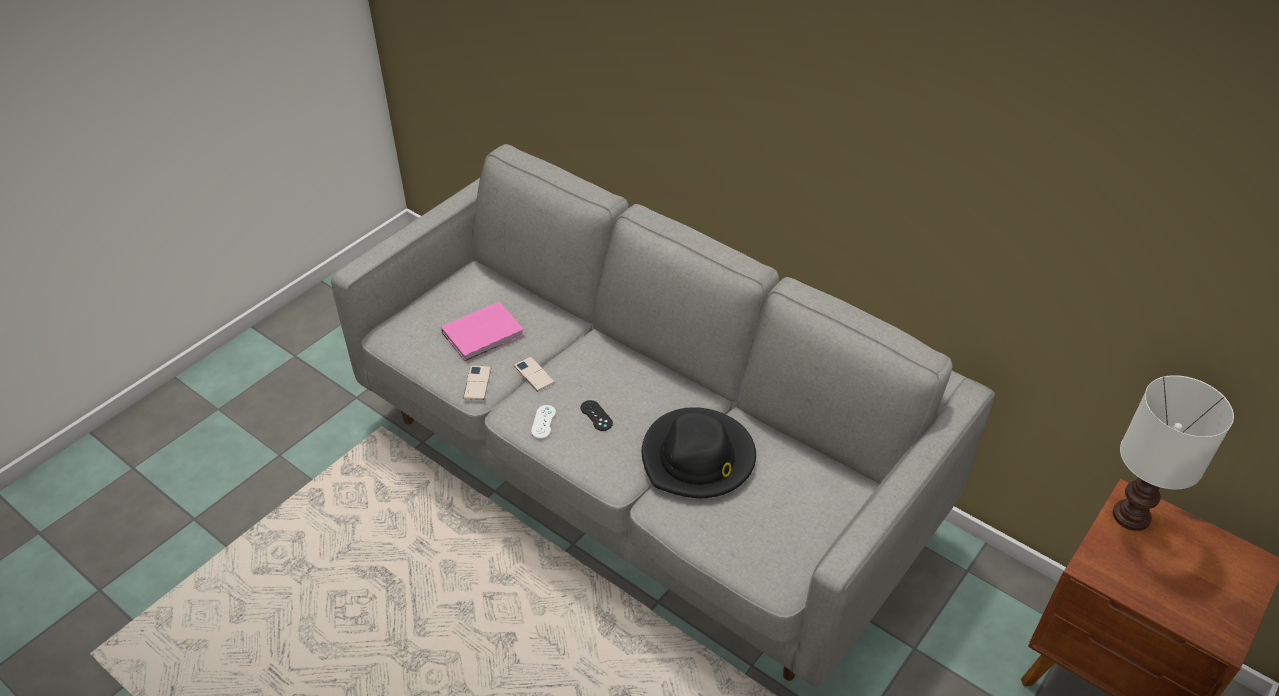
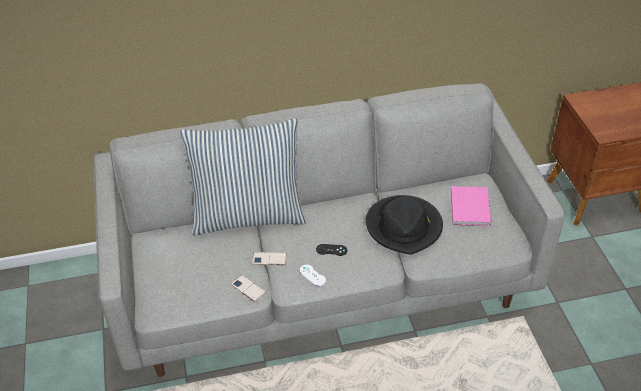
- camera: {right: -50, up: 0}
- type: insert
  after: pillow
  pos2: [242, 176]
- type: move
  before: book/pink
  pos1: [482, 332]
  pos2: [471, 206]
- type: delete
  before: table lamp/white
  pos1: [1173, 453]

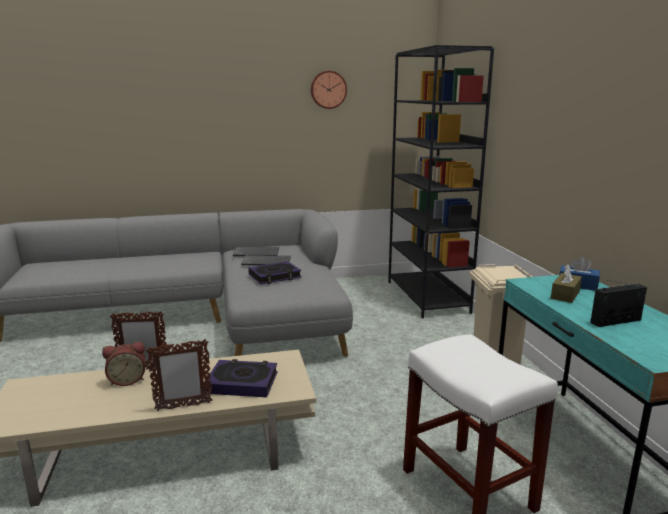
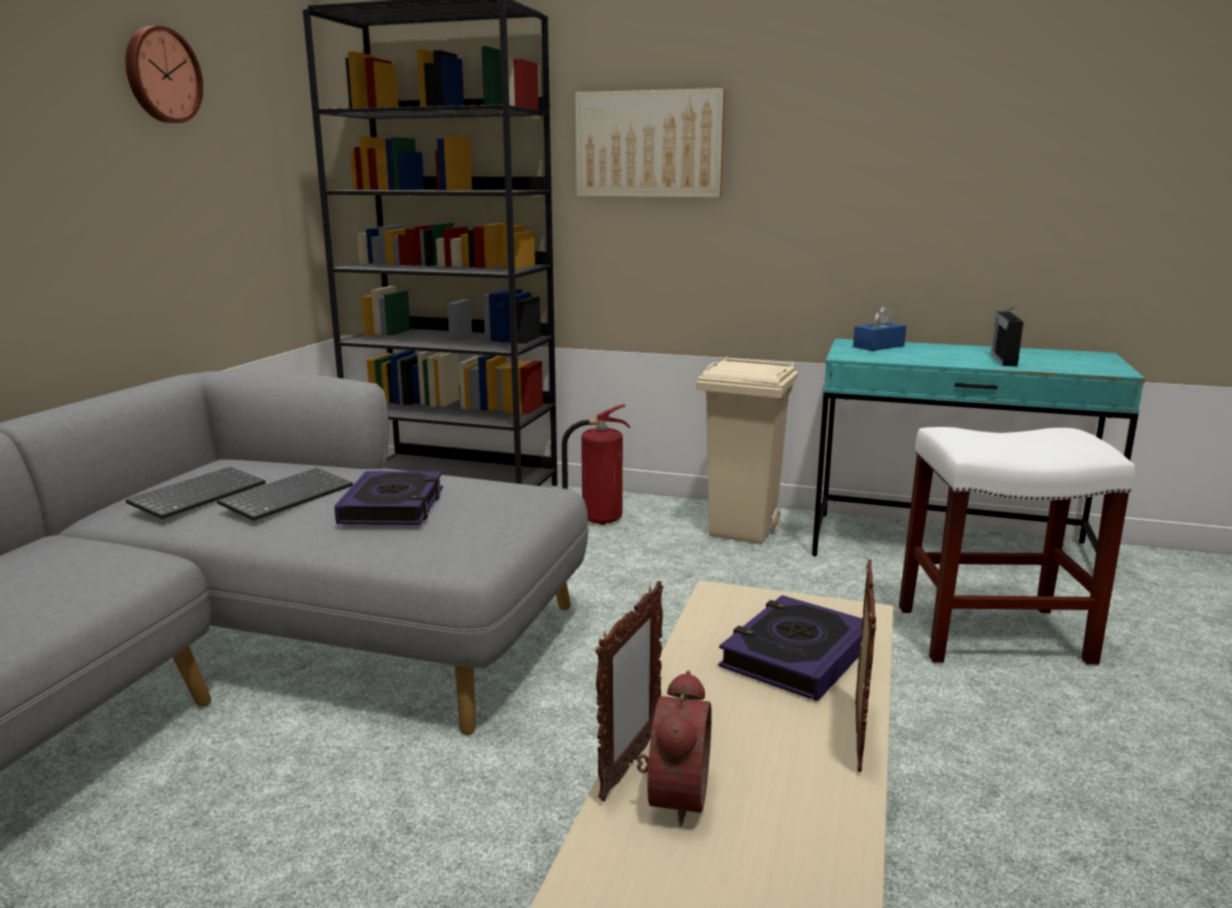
- camera: {right: -60, up: 0}
- type: insert
  after: fire extinguisher
  pos2: [596, 464]
- type: insert
  after: picture
  pos2: [650, 143]
- type: delete
  before: tissue box/brown
  pos1: [566, 283]

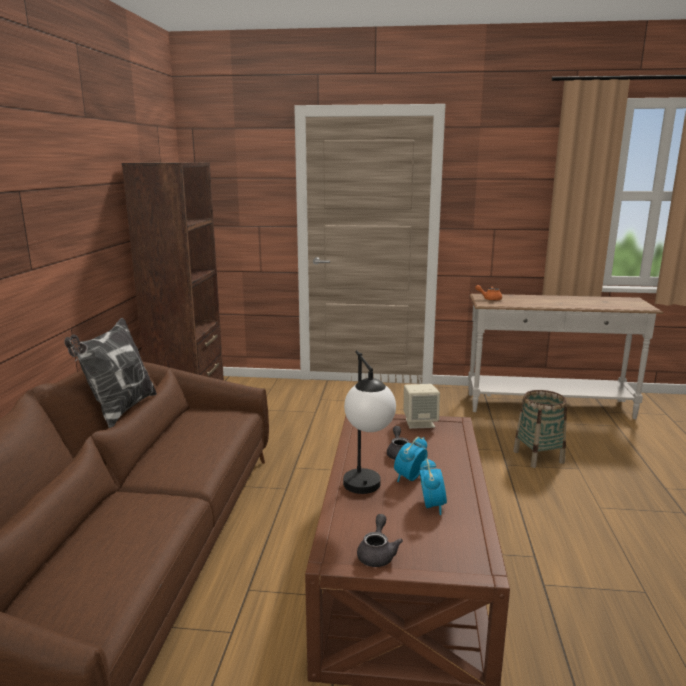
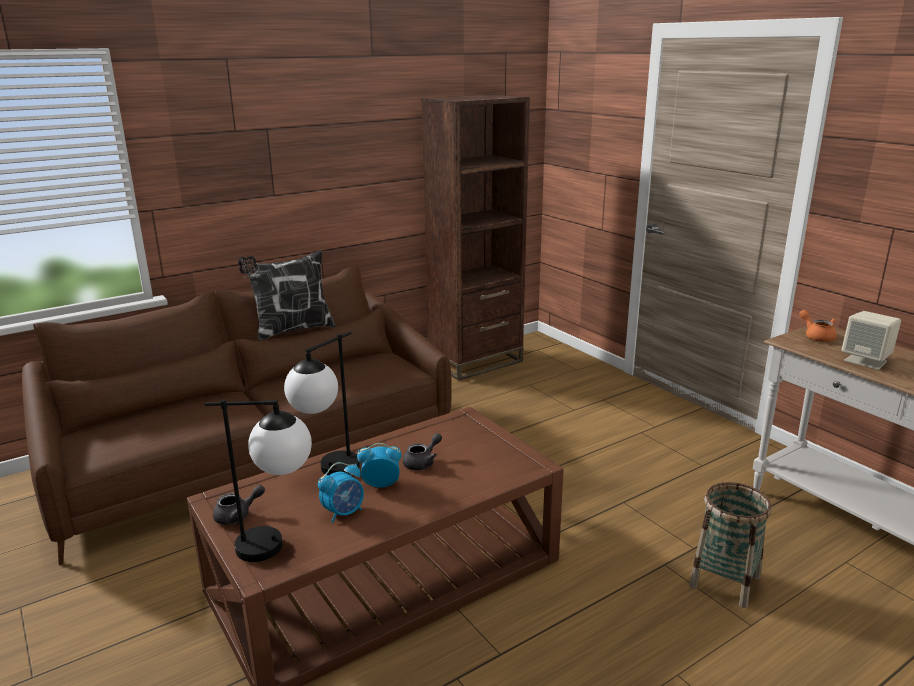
- camera: {right: 50, up: 5}
- type: insert
  after: table lamp
  pos2: [258, 480]
- type: move
  before: speaker/beige
  pos1: [422, 406]
  pos2: [871, 340]

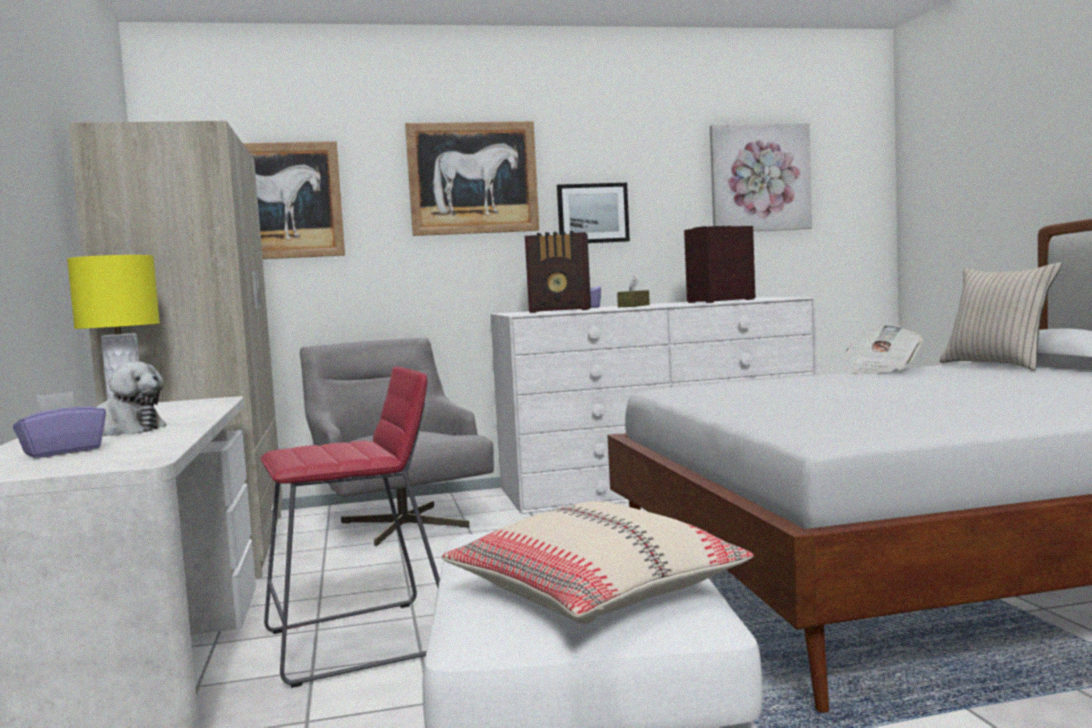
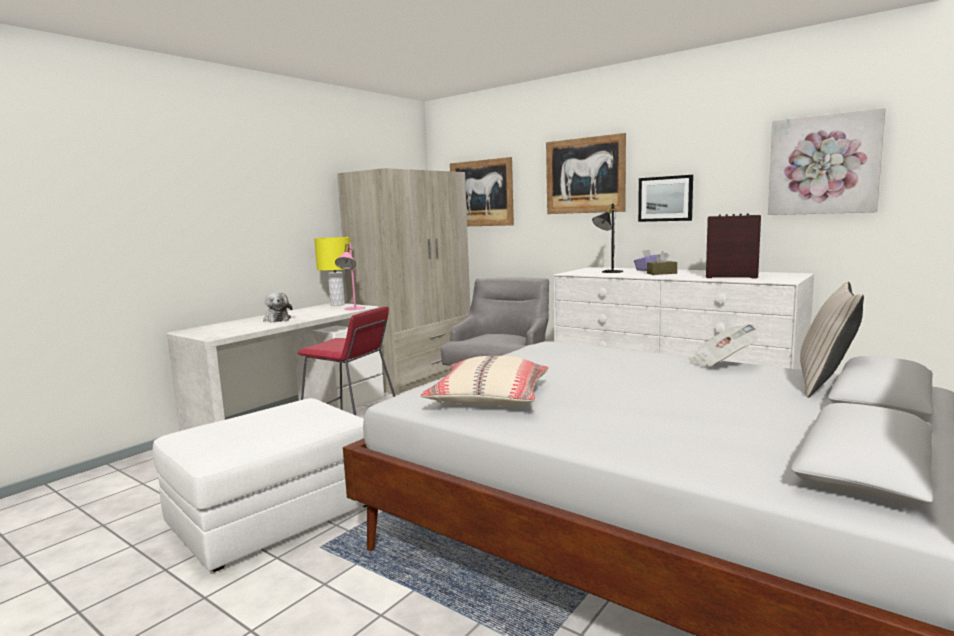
- camera: {right: 50, up: 5}
- type: insert
  after: table lamp/pink
  pos2: [350, 276]
- type: move
  before: pillow/beige
  pos1: [597, 562]
  pos2: [484, 381]
- type: replace
  before: radio
  after: table lamp/black
  pos1: [558, 272]
  pos2: [607, 238]
- type: delete
  before: tissue box/purple
  pos1: [59, 424]

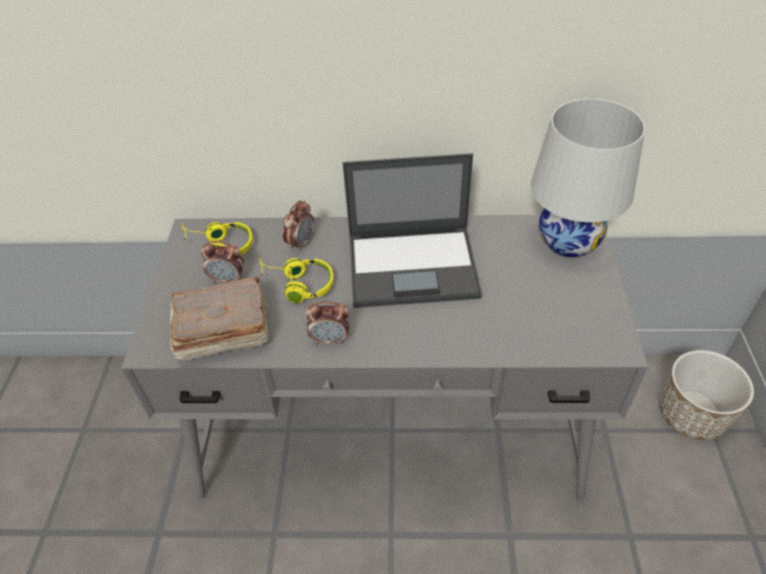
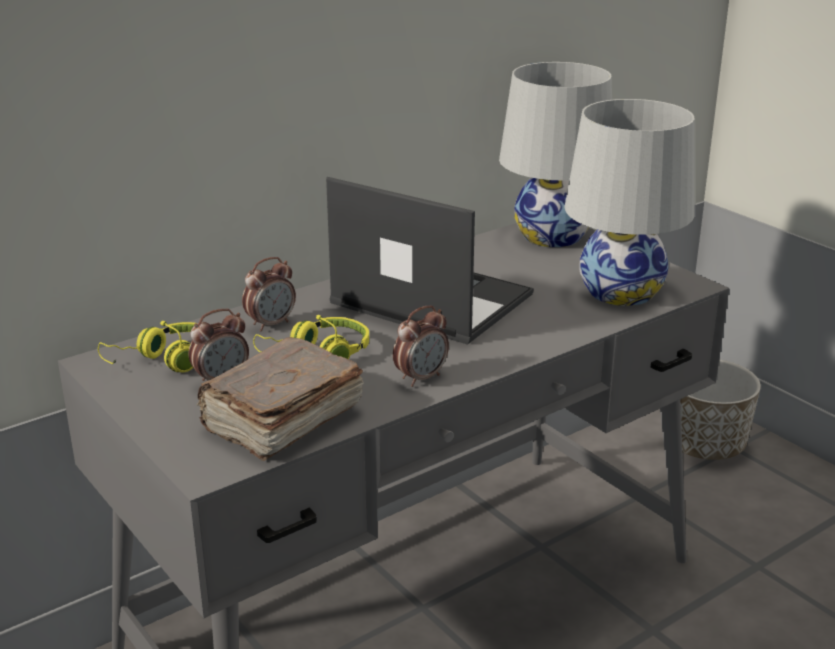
- camera: {right: -40, up: -20}
- type: rotate
  before: alarm clock
  pos1: [298, 226]
  pos2: [269, 294]
  turn: 60
- type: rotate
  before: laptop
  pos1: [412, 230]
  pos2: [430, 261]
  turn: -105
- type: insert
  after: table lamp/white
  pos2: [629, 202]

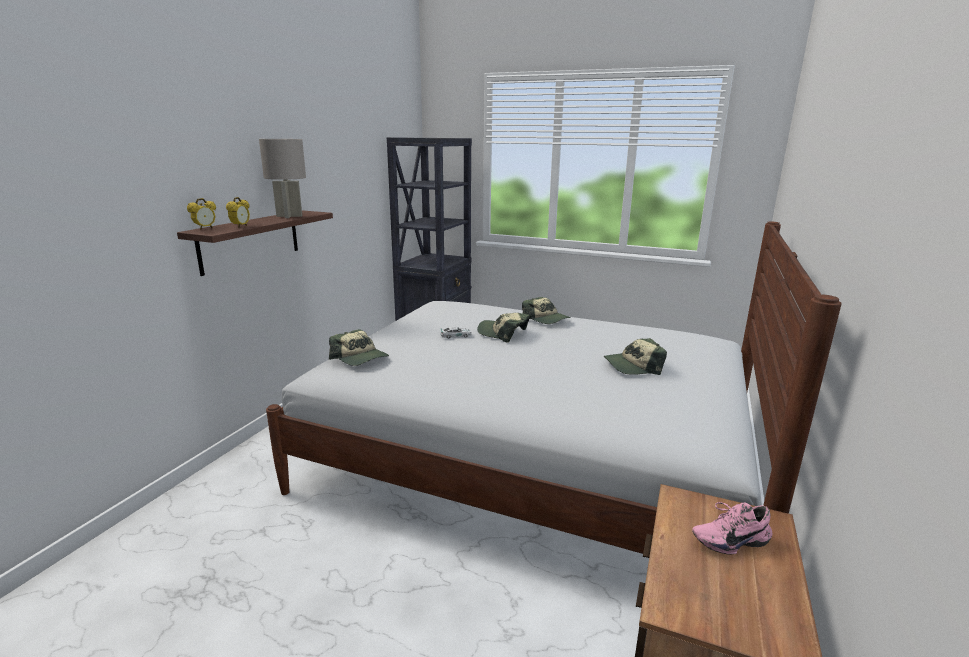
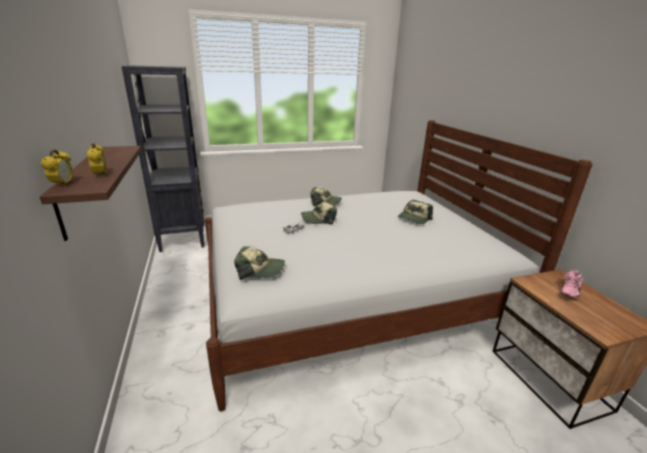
- camera: {right: -40, up: 5}
- type: delete
  before: table lamp/grey
  pos1: [282, 178]

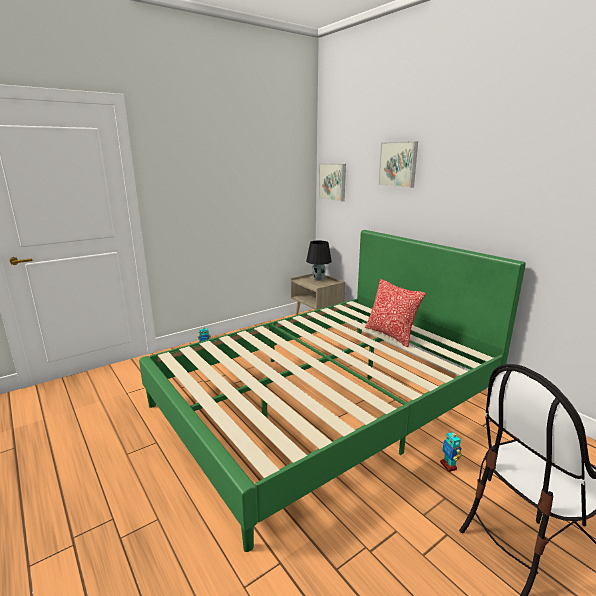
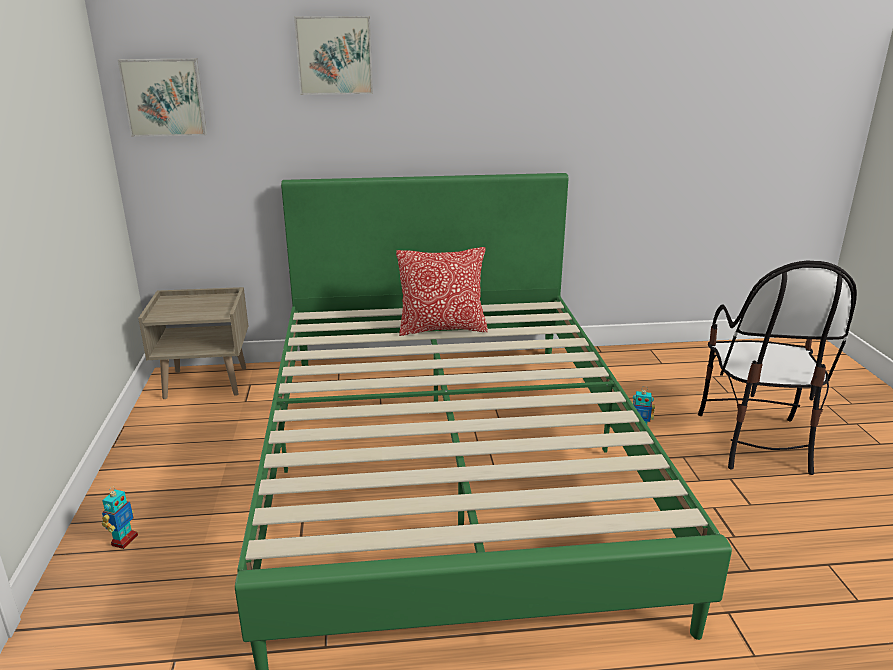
- camera: {right: -60, up: 5}
- type: delete
  before: table lamp/black
  pos1: [319, 261]

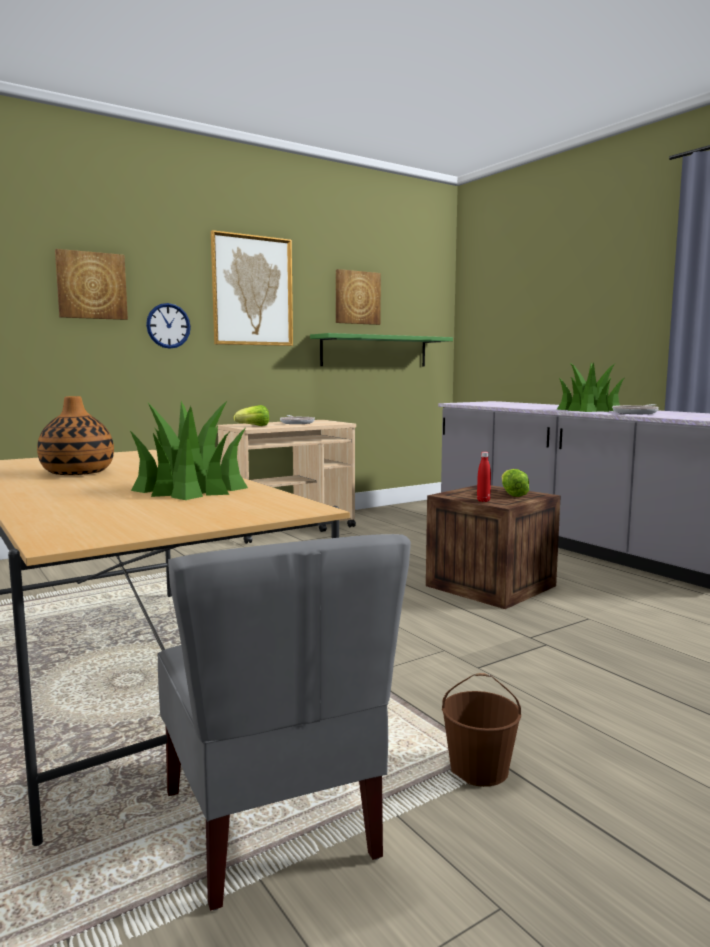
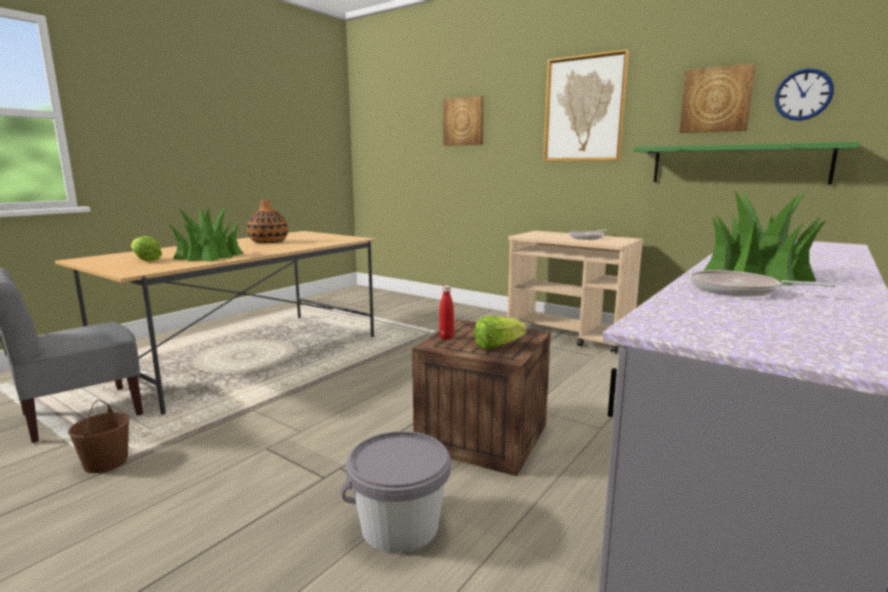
- camera: {right: 70, up: 5}
- type: move
  before: lettuce
  pos1: [251, 415]
  pos2: [146, 248]
- type: insert
  after: bucket/grey
  pos2: [396, 492]
- type: move
  before: wall clock
  pos1: [168, 326]
  pos2: [804, 94]

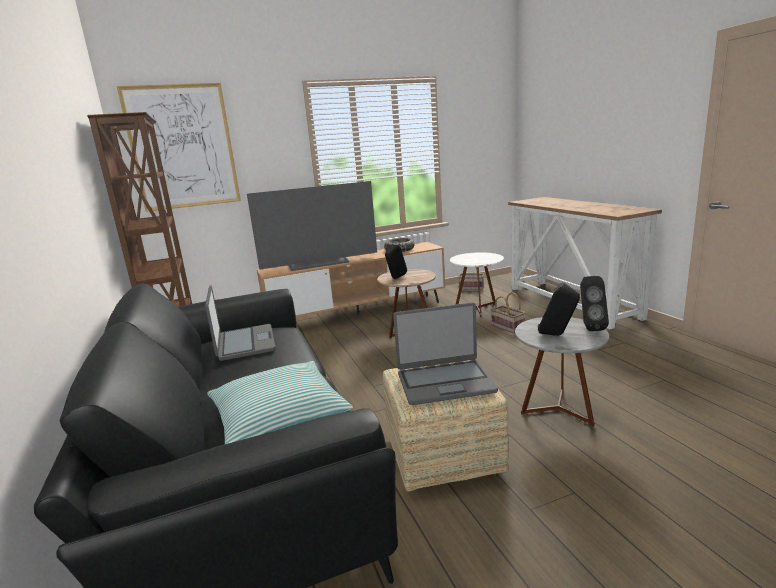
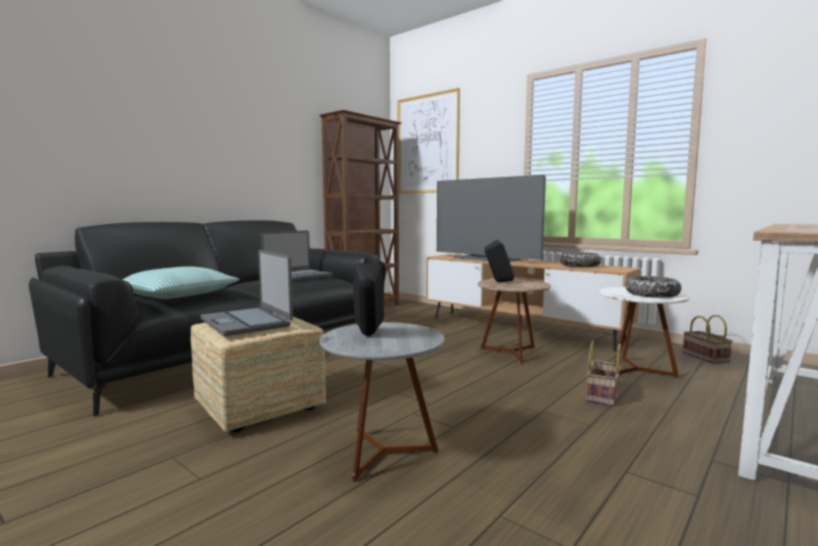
- camera: {right: 60, up: -10}
- type: insert
  after: bowl
  pos2: [653, 287]
- type: delete
  before: speaker/black
  pos1: [594, 303]

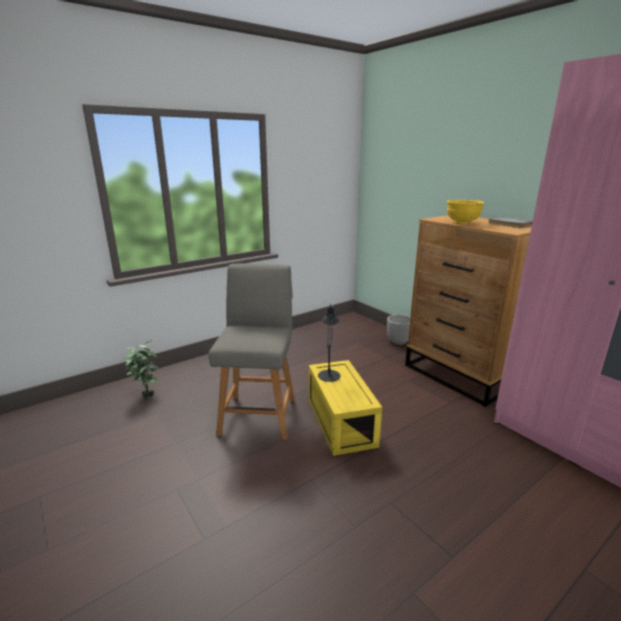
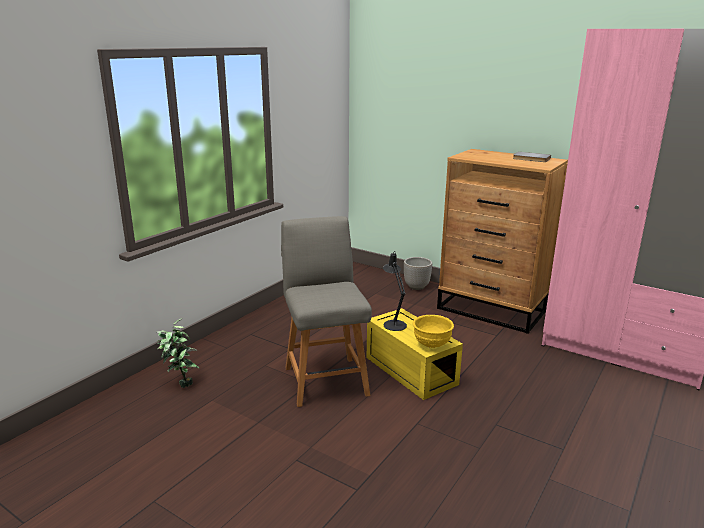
- camera: {right: -20, up: 0}
- type: move
  before: bowl/yellow
  pos1: [465, 212]
  pos2: [433, 331]

